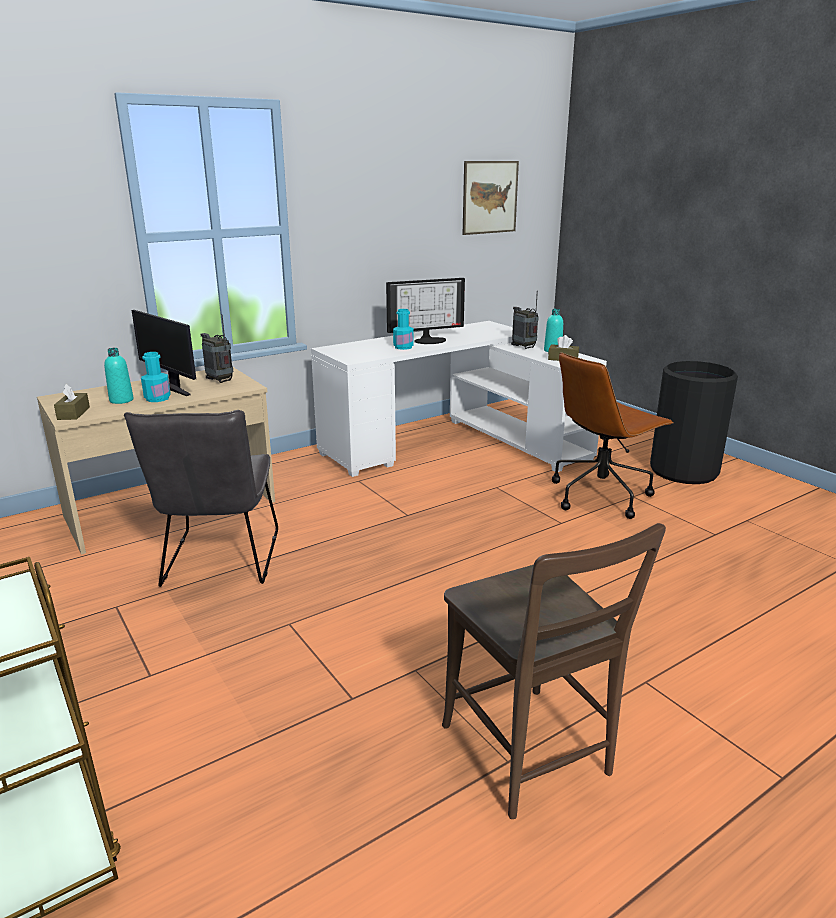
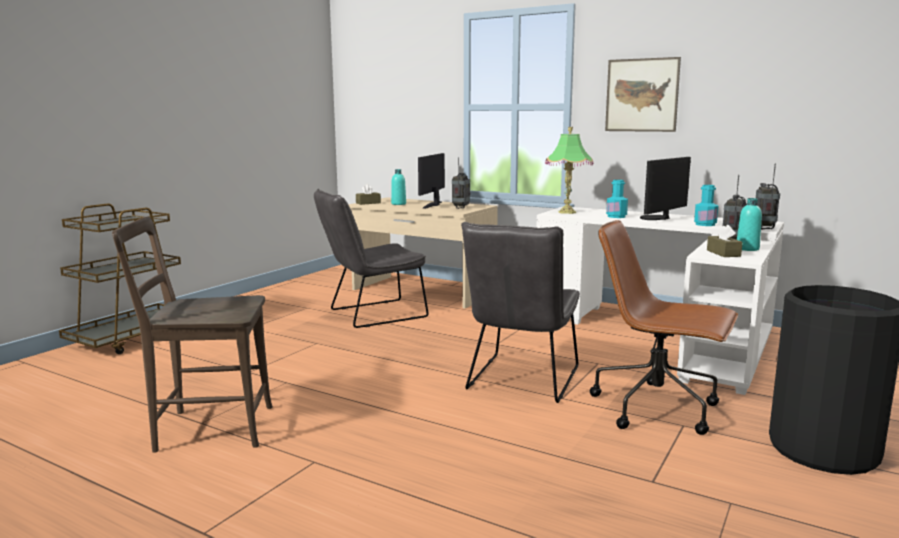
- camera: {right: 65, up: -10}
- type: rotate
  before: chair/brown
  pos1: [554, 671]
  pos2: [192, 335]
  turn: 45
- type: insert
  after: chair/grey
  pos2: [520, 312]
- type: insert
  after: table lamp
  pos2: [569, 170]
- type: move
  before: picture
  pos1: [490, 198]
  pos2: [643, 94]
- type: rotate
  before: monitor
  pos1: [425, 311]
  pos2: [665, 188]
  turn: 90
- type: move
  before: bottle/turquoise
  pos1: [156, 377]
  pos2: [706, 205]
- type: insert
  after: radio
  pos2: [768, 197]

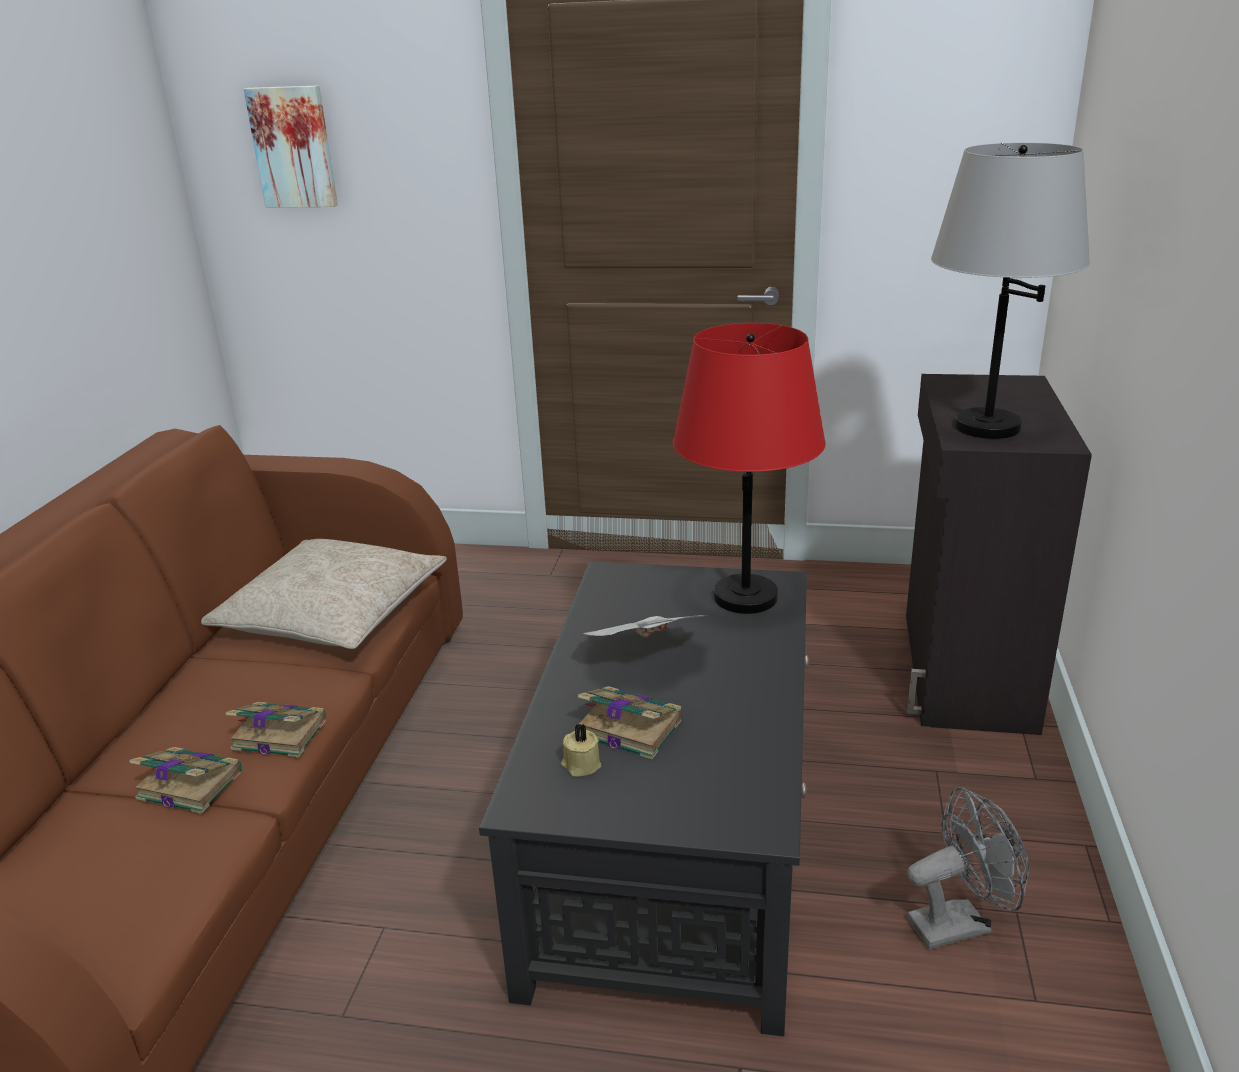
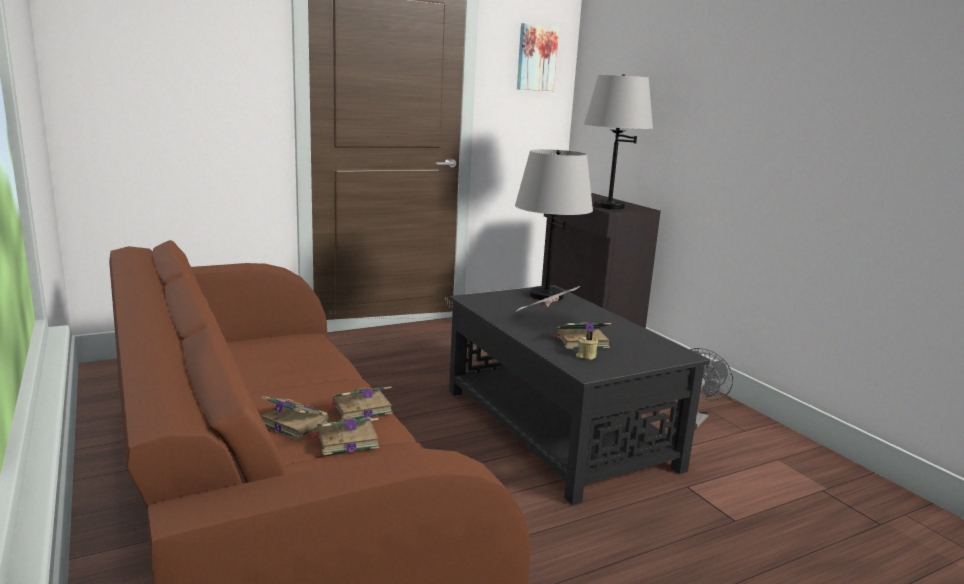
- camera: {right: -40, up: -10}
- type: insert
  after: book
  pos2: [295, 417]
- type: recolor
  before: table lamp/red
  after: table lamp/grey
  pos1: [749, 468]
  pos2: [554, 224]
- type: move
  before: picture
  pos1: [291, 146]
  pos2: [538, 57]
- type: delete
  before: pillow/beige
  pos1: [324, 594]

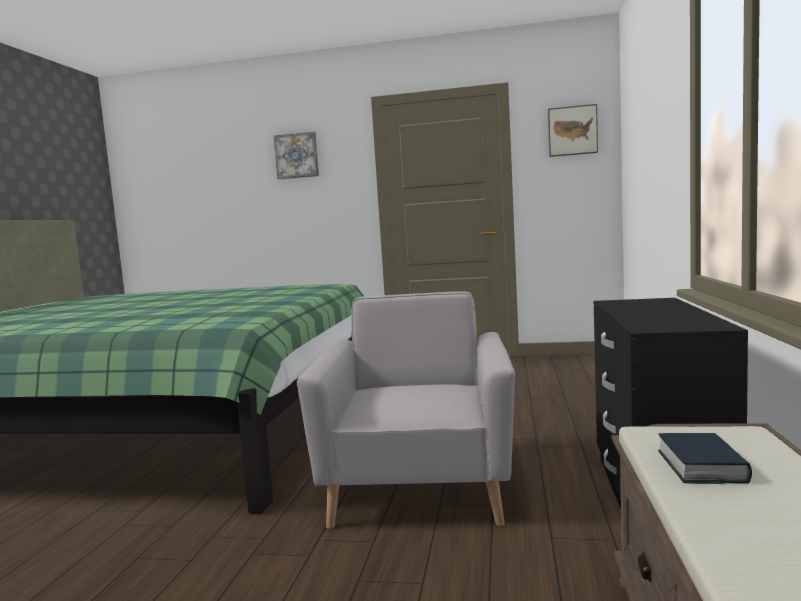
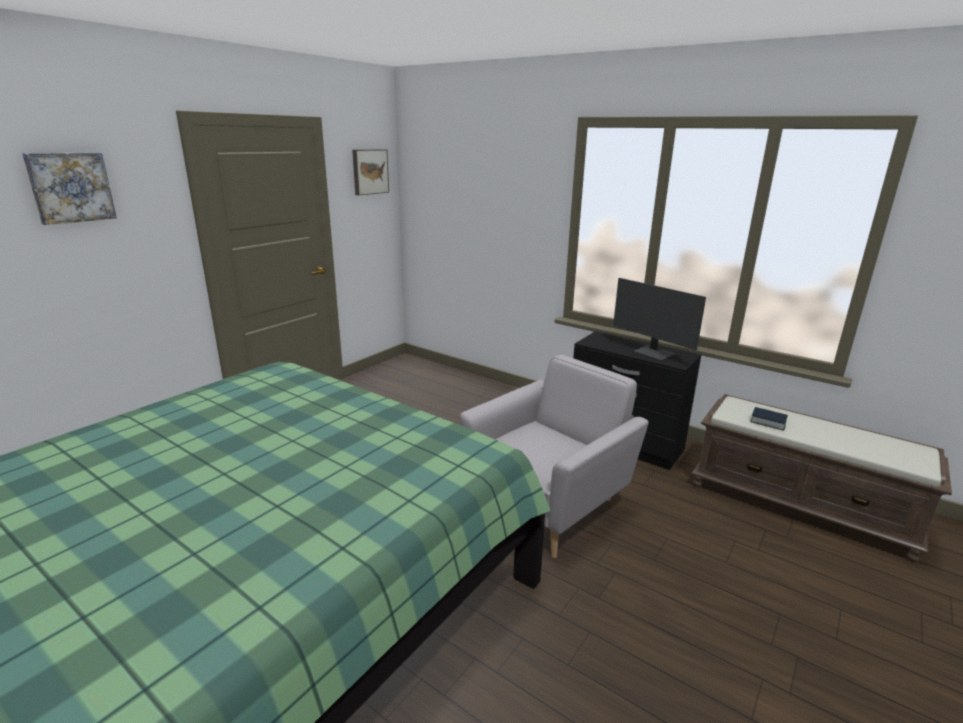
- camera: {right: -65, up: 15}
- type: rotate
  before: armchair/grey
  pos1: [406, 410]
  pos2: [554, 456]
  turn: 105
- type: insert
  after: monitor
  pos2: [659, 319]

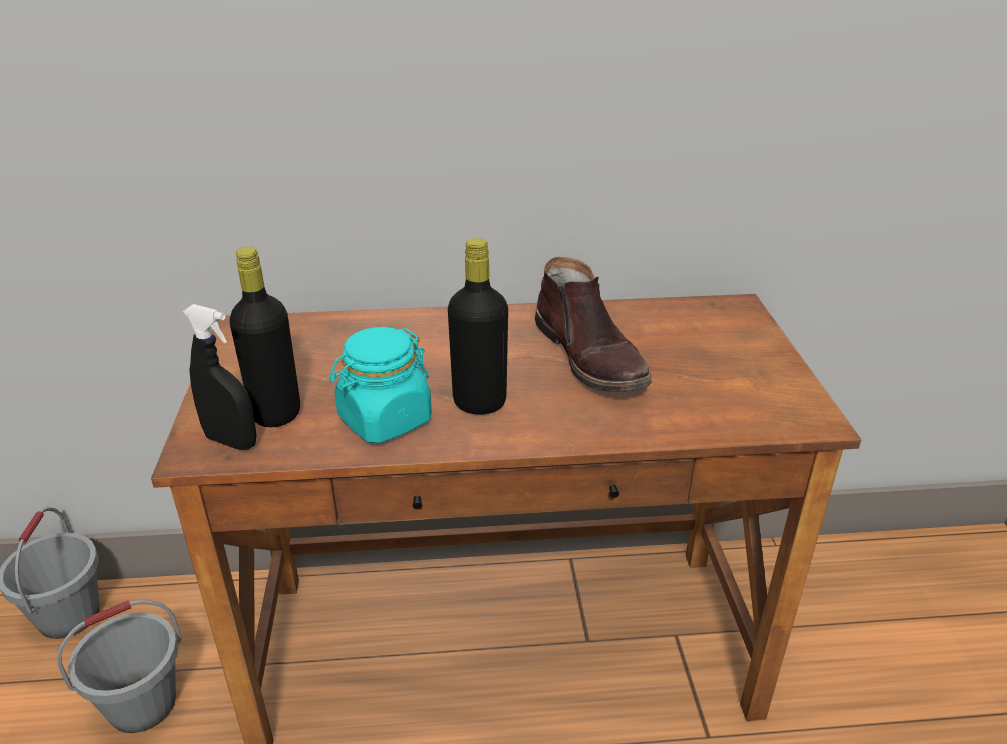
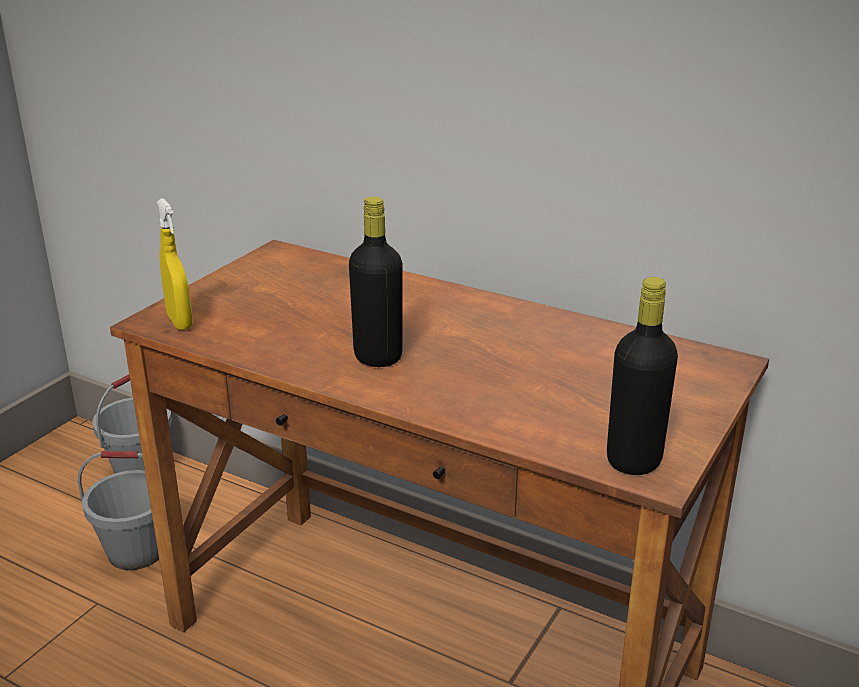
- camera: {right: 35, up: -5}
- type: recolor
  before: spray bottle/black
  after: spray bottle/yellow
  pos1: [219, 377]
  pos2: [175, 264]
- type: move
  before: bottle/black
  pos1: [265, 336]
  pos2: [642, 376]
- type: delete
  before: jar/turquoise
  pos1: [380, 385]
- type: delete
  before: boot/brown
  pos1: [593, 324]

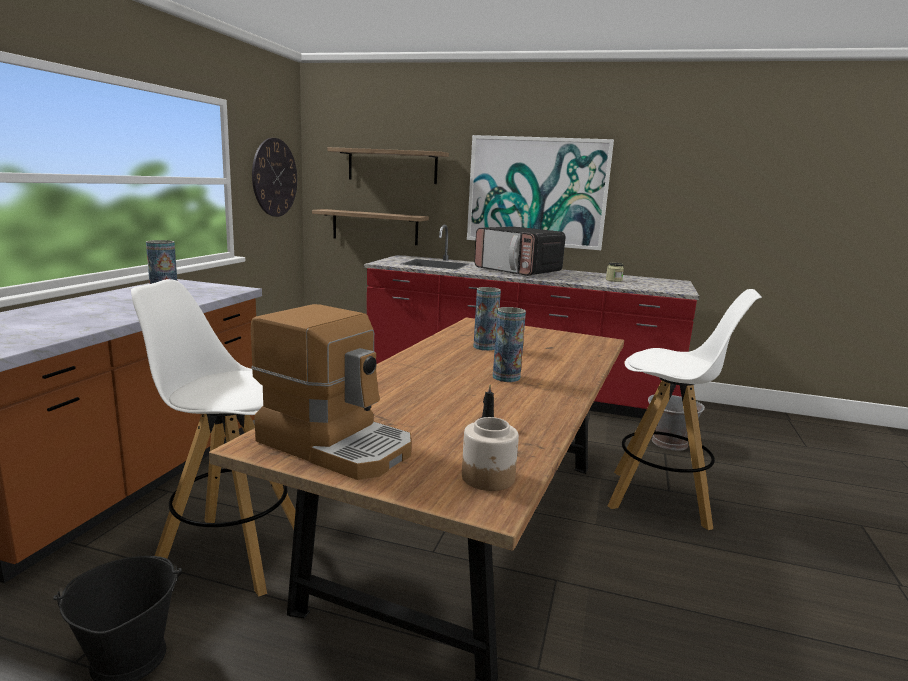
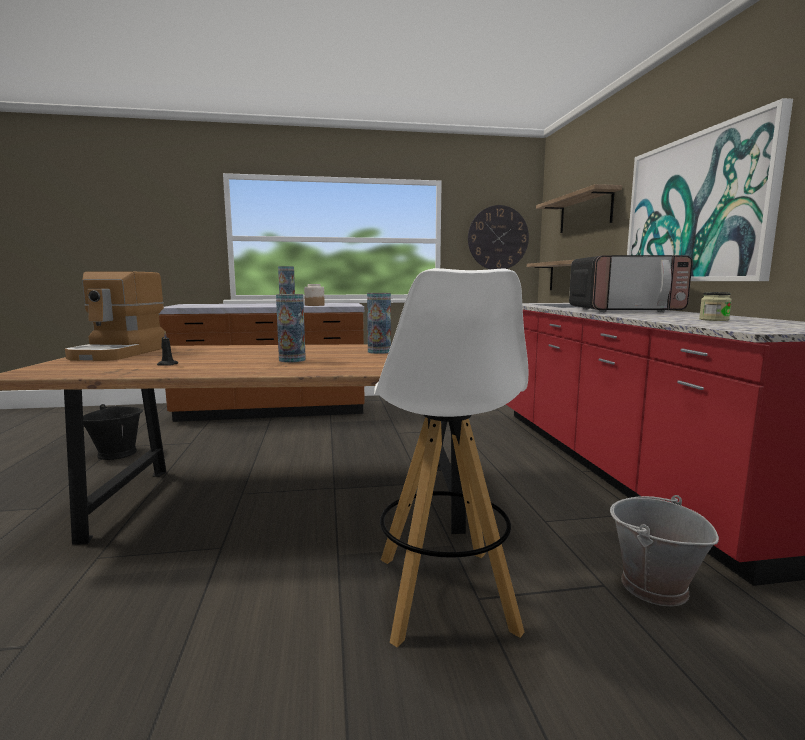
- camera: {right: 65, up: -5}
- type: move
  before: jar
  pos1: [490, 454]
  pos2: [314, 295]
- type: rotate
  before: microwave
  pos1: [519, 251]
  pos2: [631, 283]
  turn: -105
- type: delete
  before: stool/white
  pos1: [213, 438]

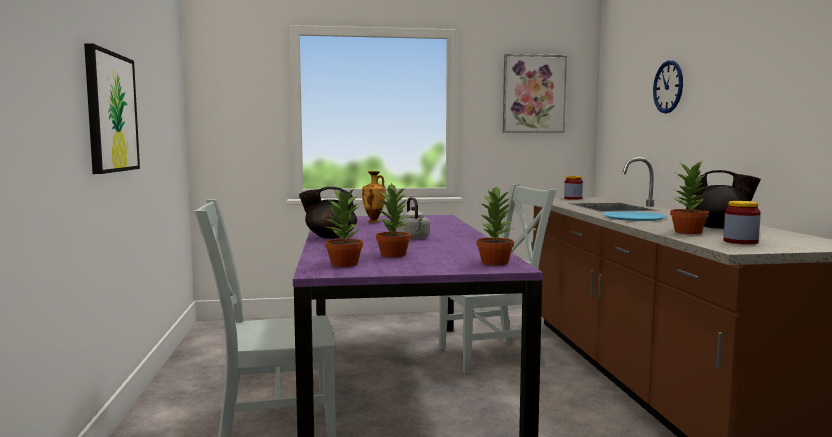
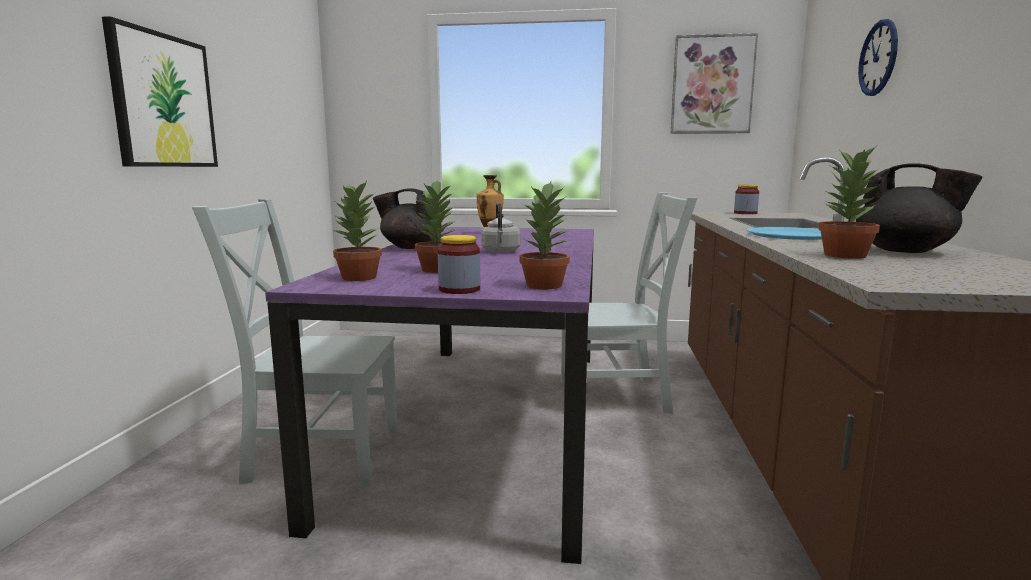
- camera: {right: 15, up: 5}
- type: move
  before: jar
  pos1: [742, 222]
  pos2: [459, 264]

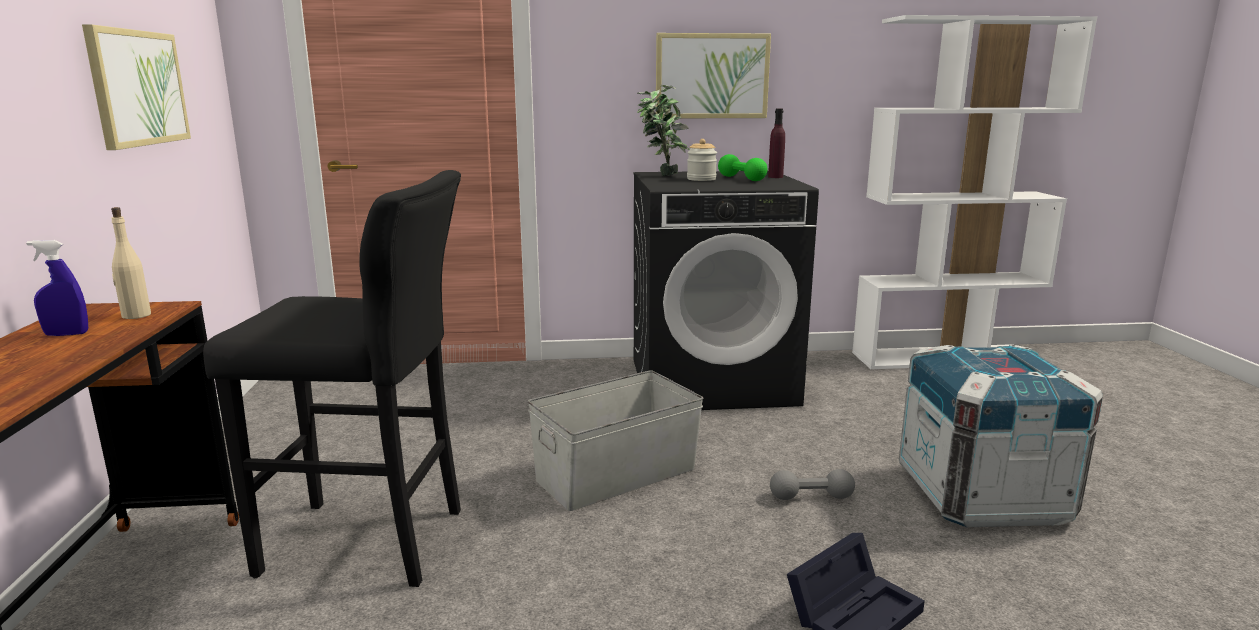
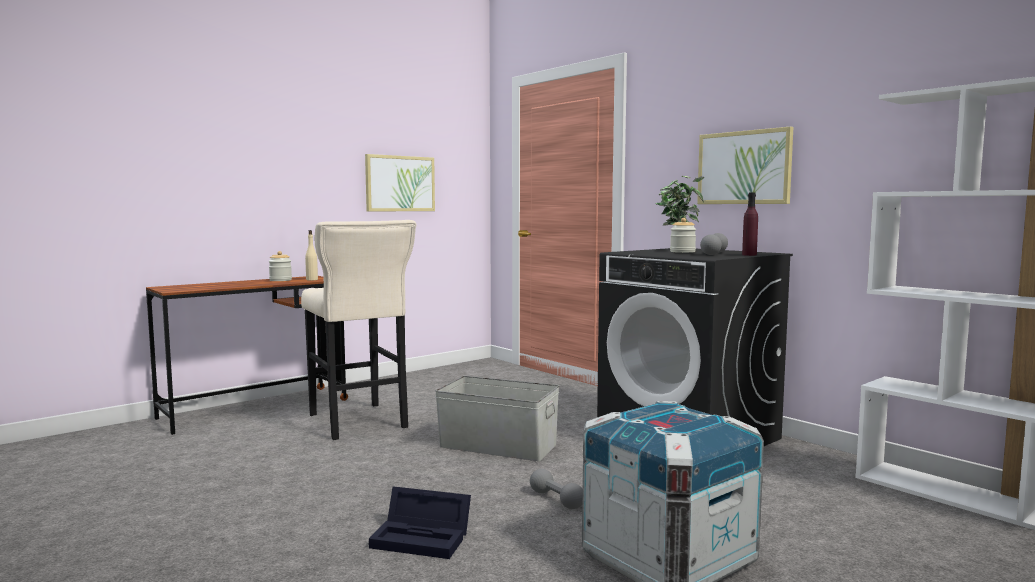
- camera: {right: 55, up: -10}
- type: replace
  before: spray bottle/blue
  after: jar
  pos1: [57, 288]
  pos2: [280, 266]
- type: recolor
  before: stool/black
  after: stool/beige
  pos1: [332, 378]
  pos2: [359, 330]
- type: recolor
  before: dumbbell/green
  after: dumbbell/grey
  pos1: [743, 167]
  pos2: [714, 244]

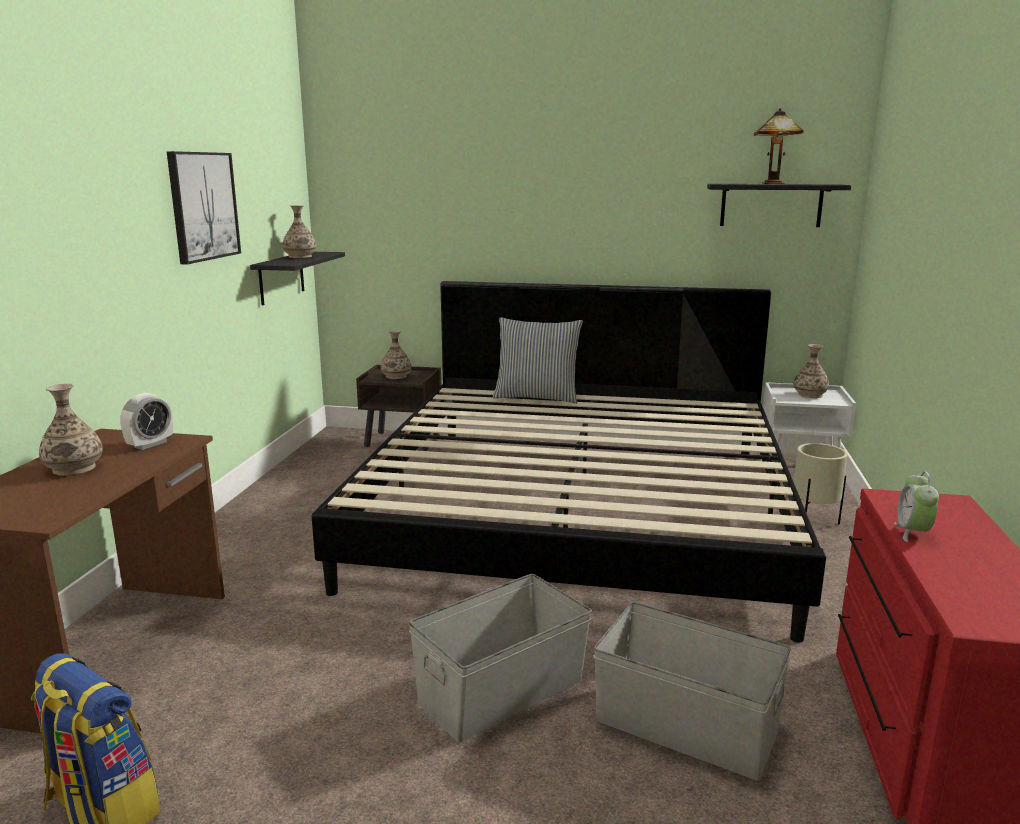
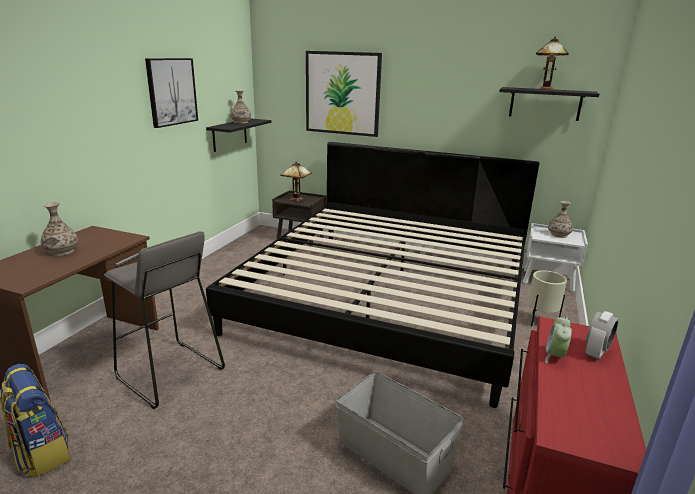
- camera: {right: 10, up: 5}
- type: insert
  after: stool/grey
  pos2: [164, 320]
- type: replace
  before: vase
  after: table lamp
  pos1: [396, 354]
  pos2: [296, 181]
- type: insert
  after: picture
  pos2: [344, 94]
- type: move
  before: alarm clock
  pos1: [146, 421]
  pos2: [602, 335]
- type: delete
  before: storage box/grey
  pos1: [500, 658]
- type: delete
  before: pillow
  pos1: [538, 360]

